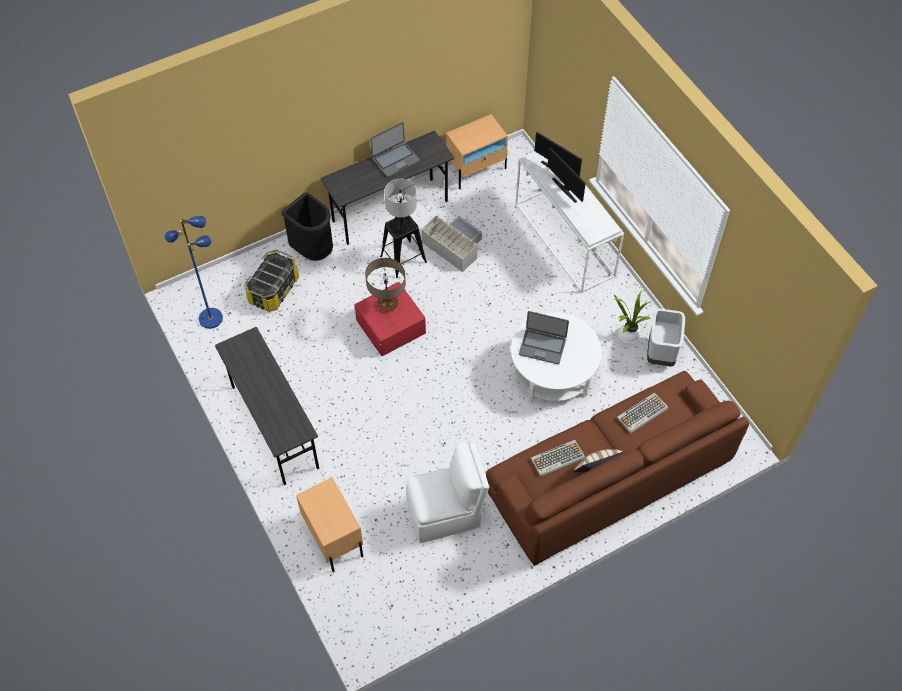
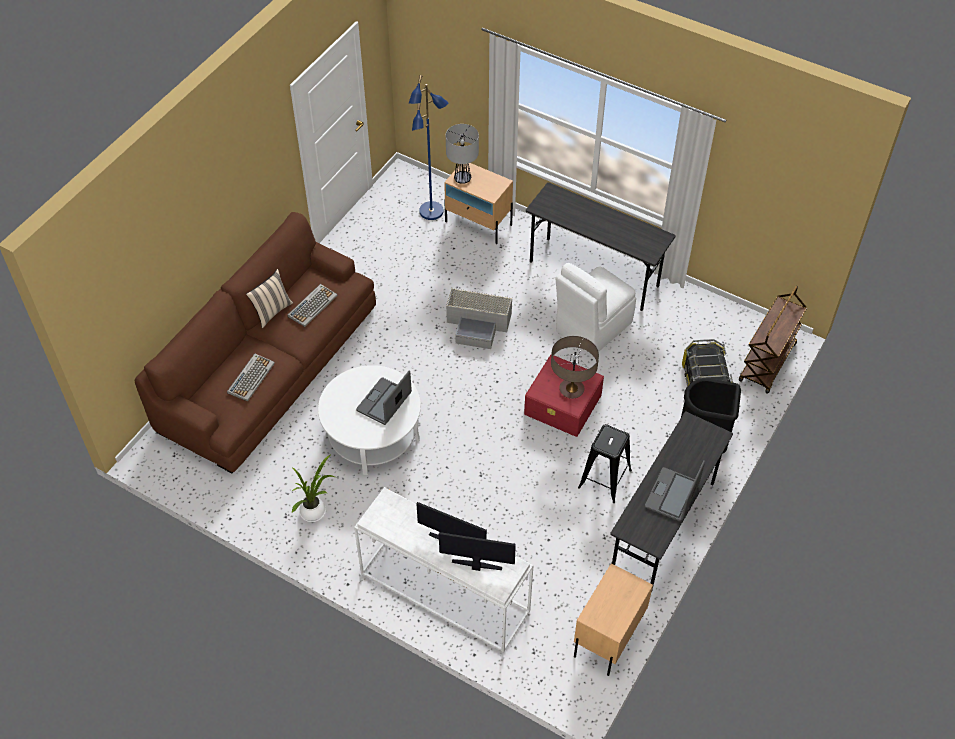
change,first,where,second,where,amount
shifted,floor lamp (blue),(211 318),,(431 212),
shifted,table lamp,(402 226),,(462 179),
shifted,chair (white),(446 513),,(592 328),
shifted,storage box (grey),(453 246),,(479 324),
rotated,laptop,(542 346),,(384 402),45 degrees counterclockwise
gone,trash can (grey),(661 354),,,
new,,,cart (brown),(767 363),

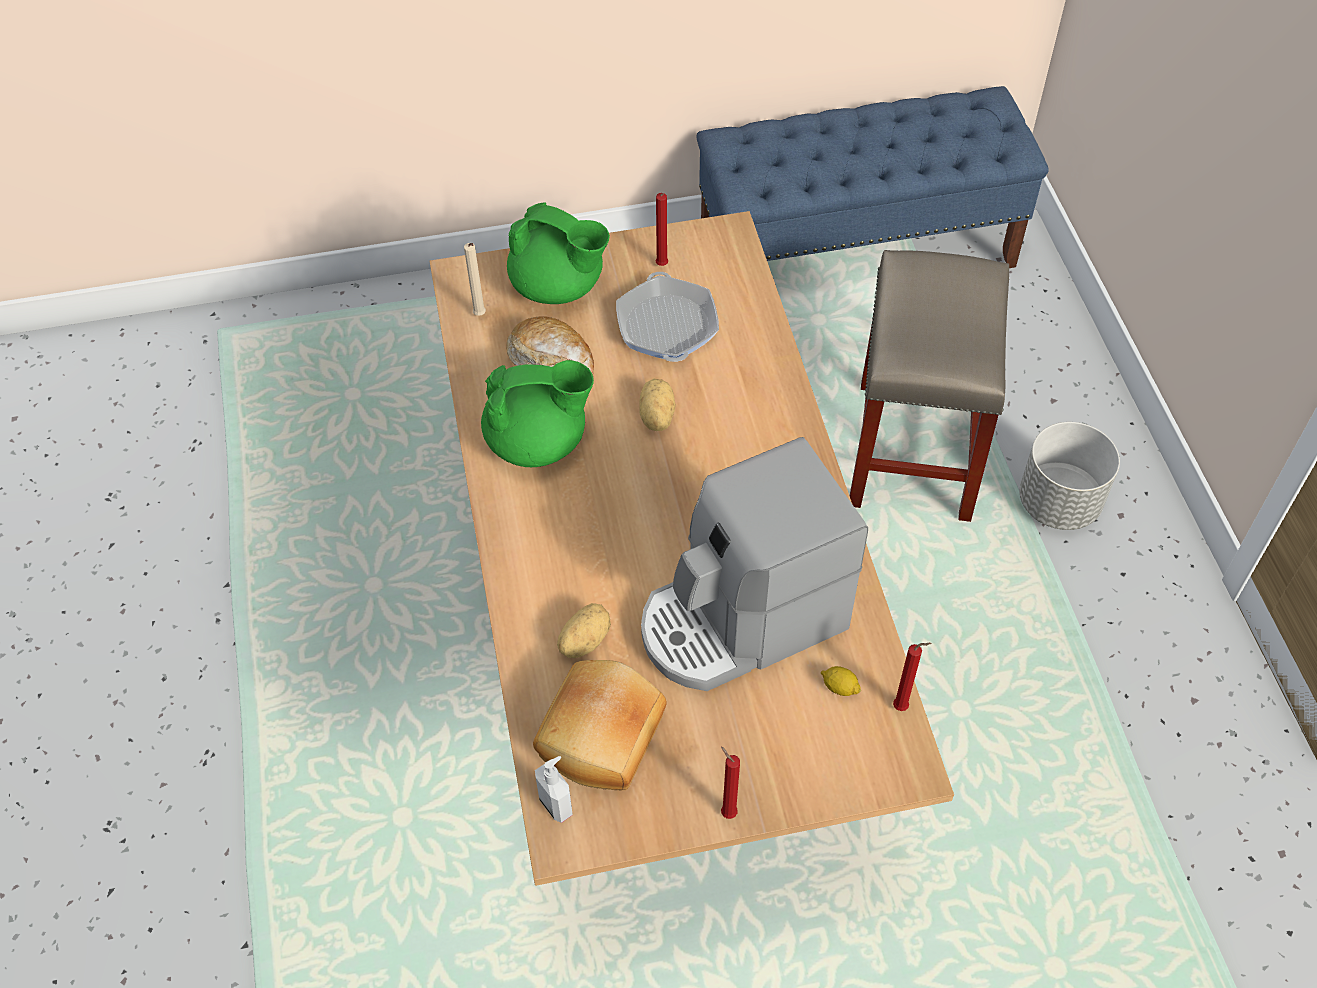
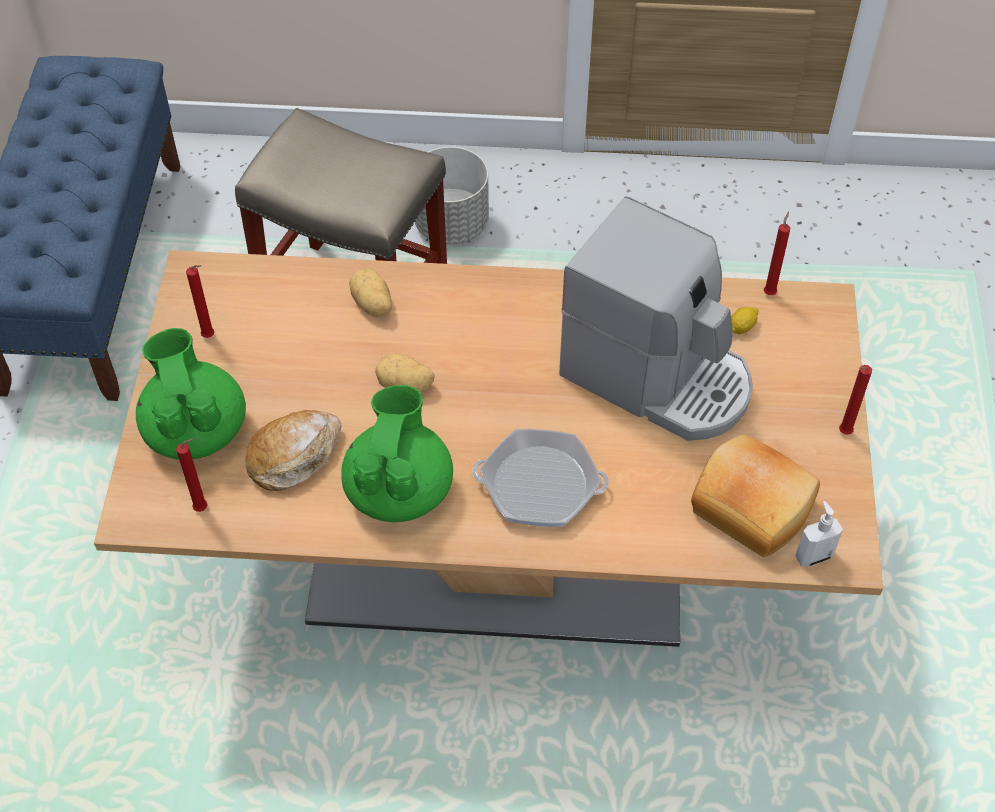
change,first,where,second,where,amount
repainted,candle (beige),(480 316),candle (red),(203 508),
rotated,teapot (green),(559 287),,(195 429),60 degrees counterclockwise
shifted,potato,(583 640),,(371 305),
shifted,frying pan,(667 326),,(540 485),
rotated,coffee machine,(741 621),,(658 377),45 degrees counterclockwise

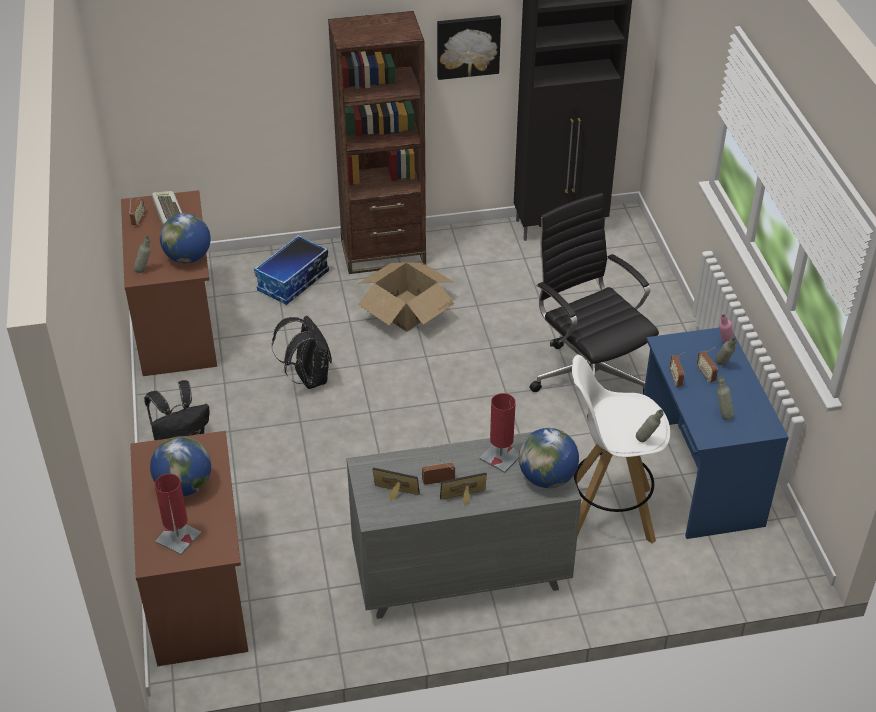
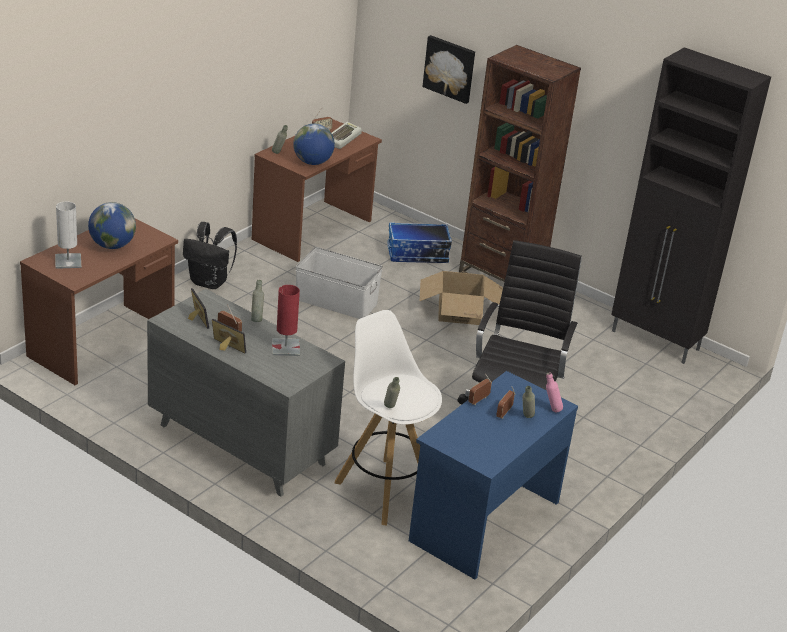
change,first,where,second,where,amount
repainted,table lamp (red),(178 537),table lamp (white),(68 261),
swapped,backpack (black),(308 378),storage box (white),(336 301),
shifted,picture,(468 46),,(450 68),
gone,globe,(547 478),,,
shifted,bottle (grey),(722 415),,(257 319),

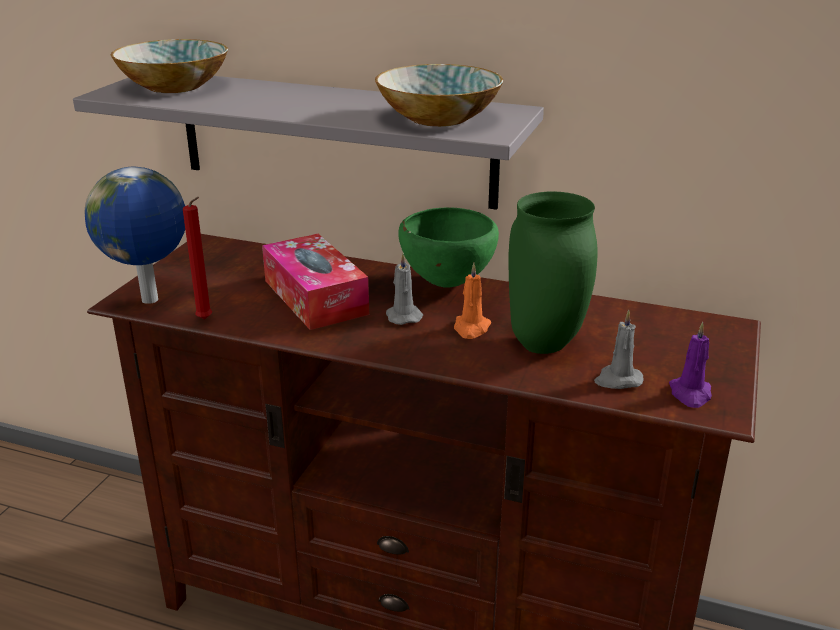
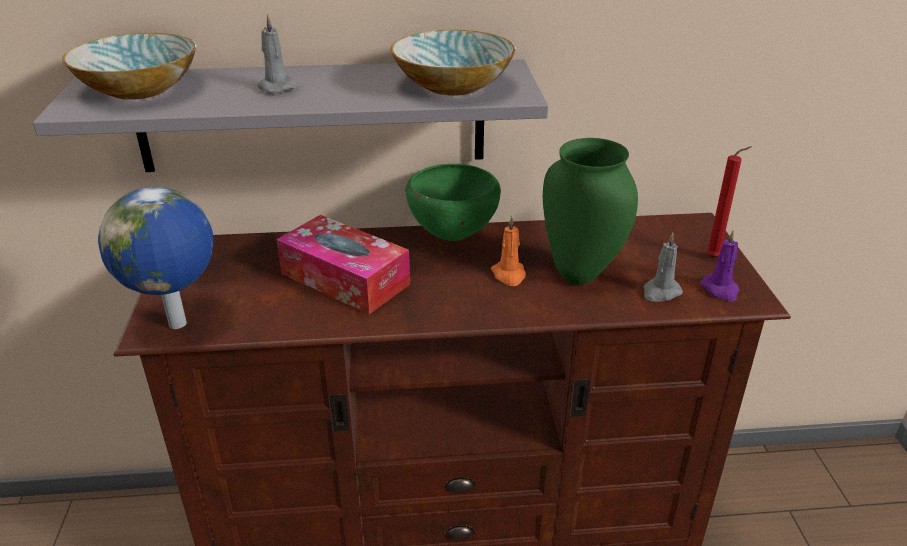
change,first,where,second,where,amount
shifted,candle (red),(206 320),,(715 258),
shifted,candle (grey),(403 316),,(276 87),

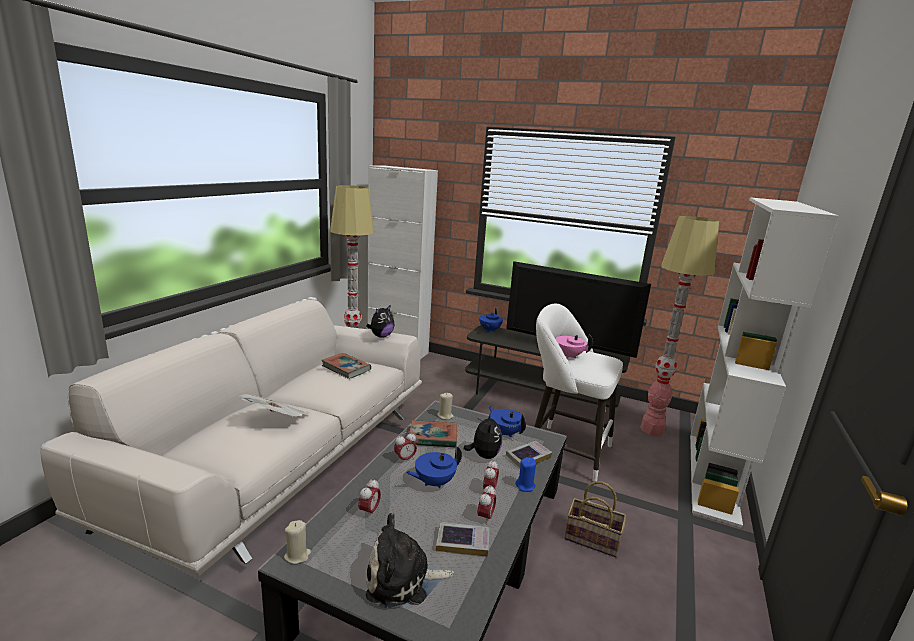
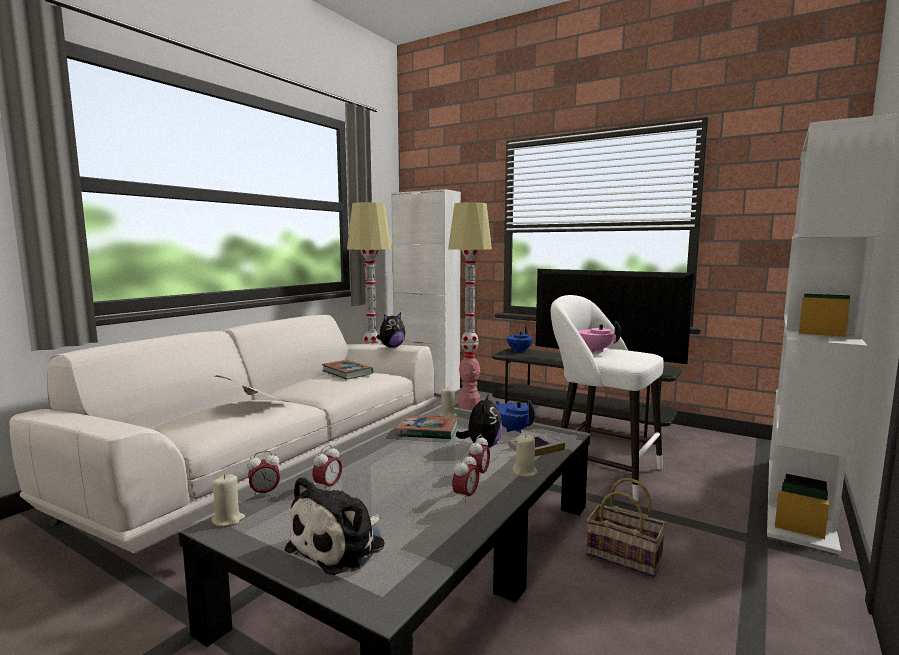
change,first,where,second,where,amount
rotated,plush toy,(403 579),,(341 546),60 degrees counterclockwise
shifted,alarm clock,(405 459),,(265 493),
gone,teapot (blue),(434 482),,,
gone,book,(463 542),,,
repainted,candle (blue),(525 486),candle (beige),(525 472),
shifted,floor lamp,(652 429),,(469 406),

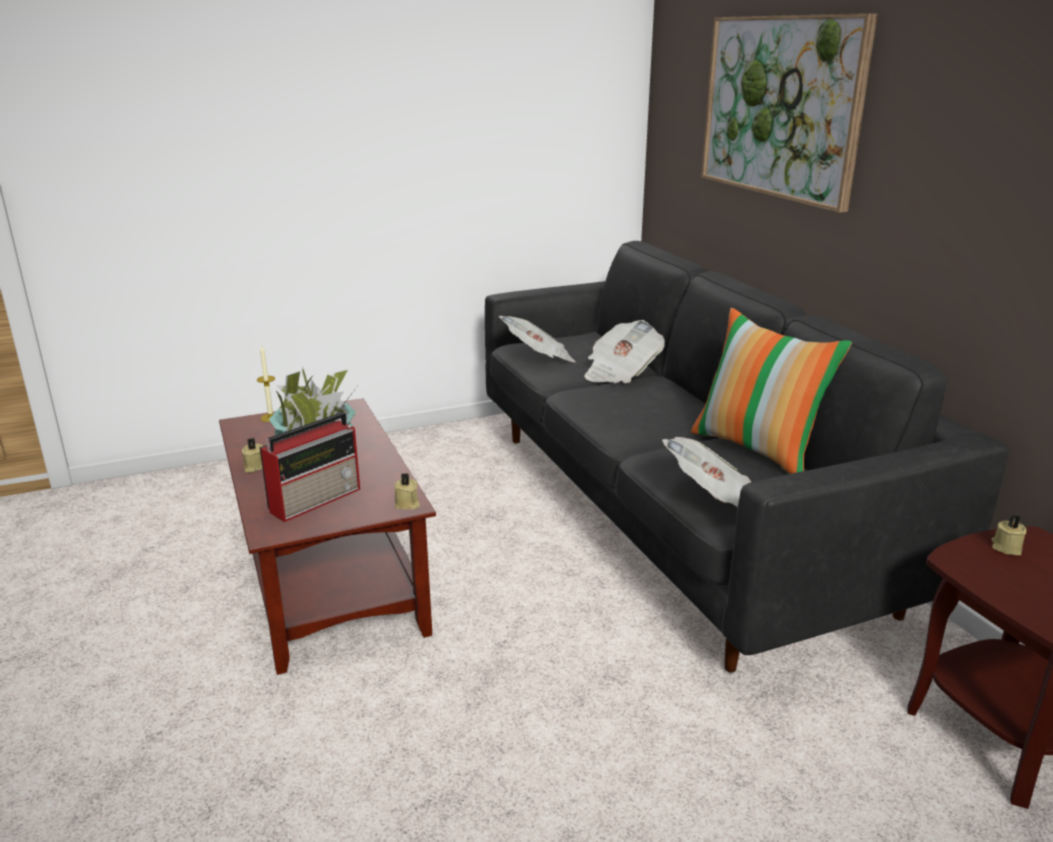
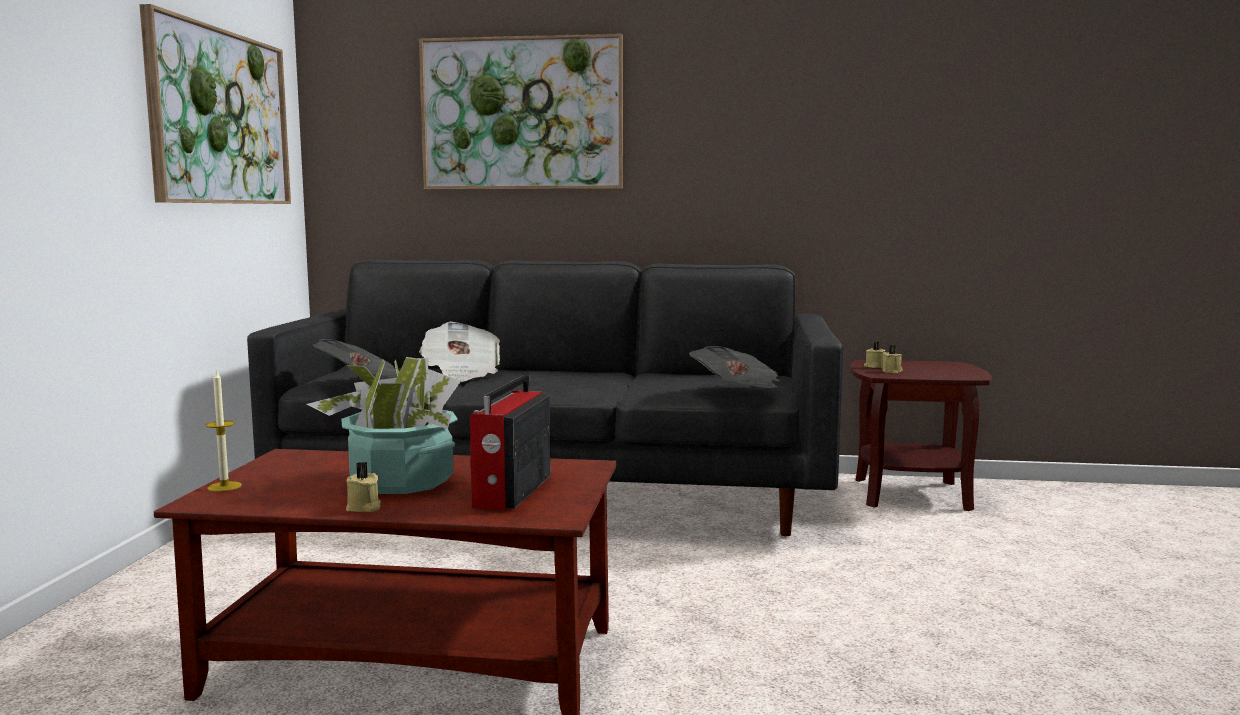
change,first,where,second,where,amount
rotated,radio,(317 499),,(511 492),150 degrees counterclockwise
shifted,candle (beige),(407 504),,(892 371),
gone,pillow,(757 449),,,
new,,,picture,(220 117),

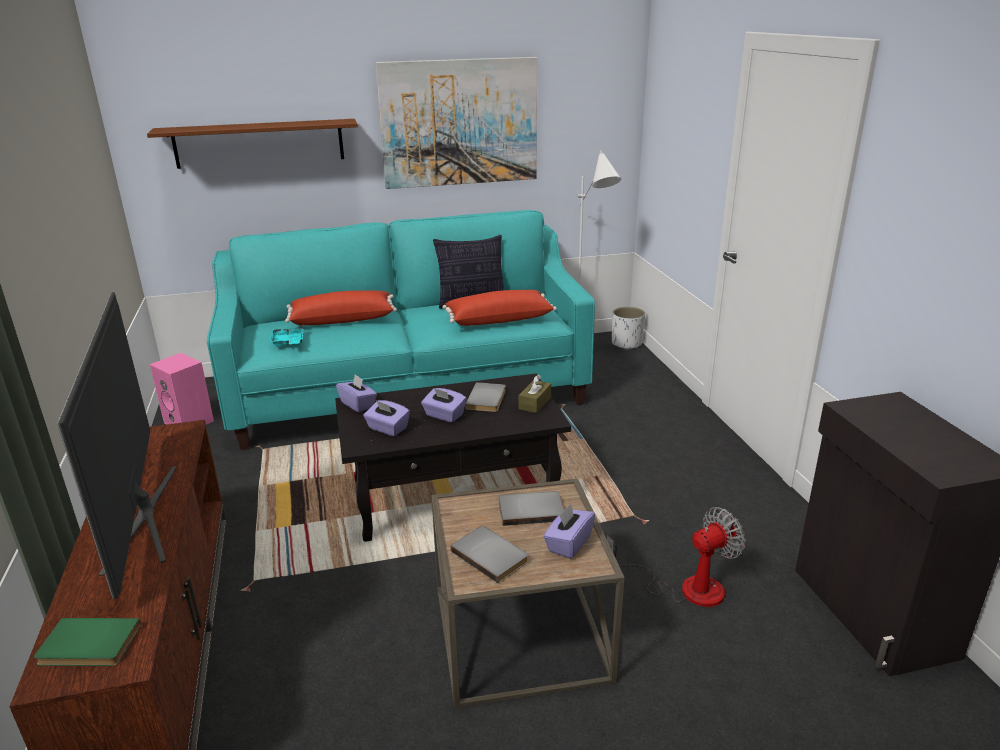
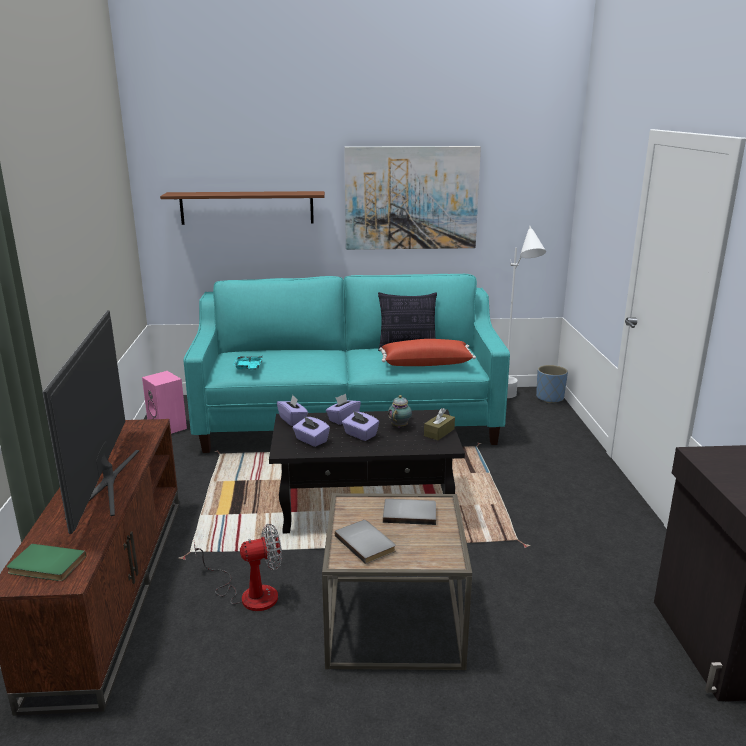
change,first,where,second,where,amount
gone,pillow (red),(342 320),,,
swapped,book (grey),(488 399),teapot,(400 426),
shifted,tissue box (purple),(568 544),,(343 419),
shifted,fan,(686 587),,(249 593),
repainted,planter (white),(626 343),planter (blue),(549 398),

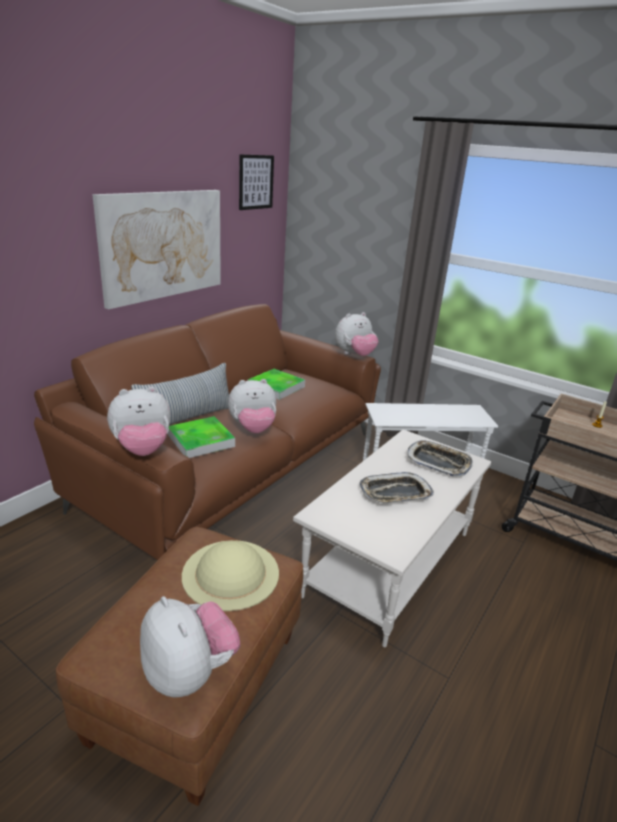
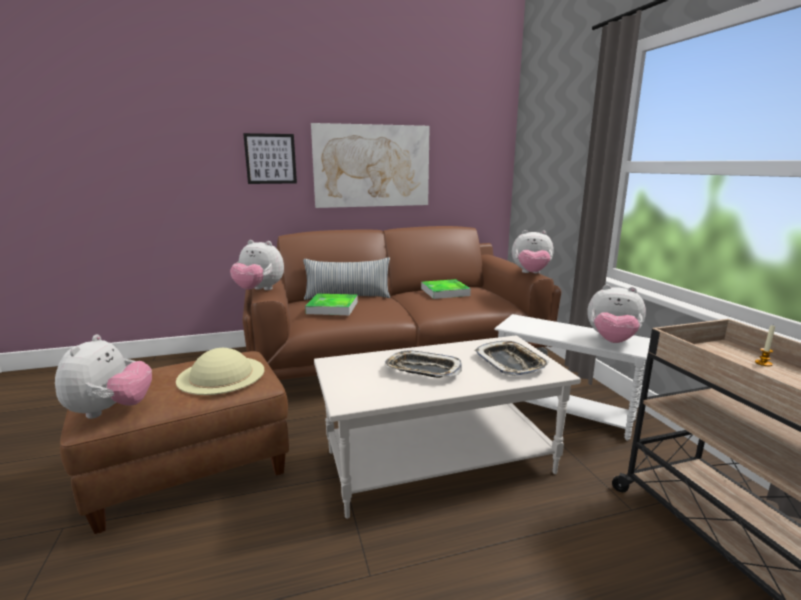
change,first,where,second,where,amount
shifted,plush toy,(253 429),,(612 341),
shifted,picture,(256 182),,(270 159),

